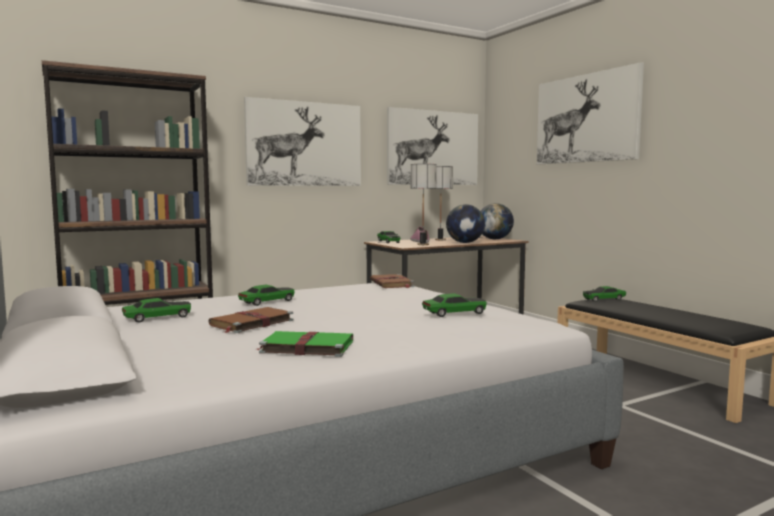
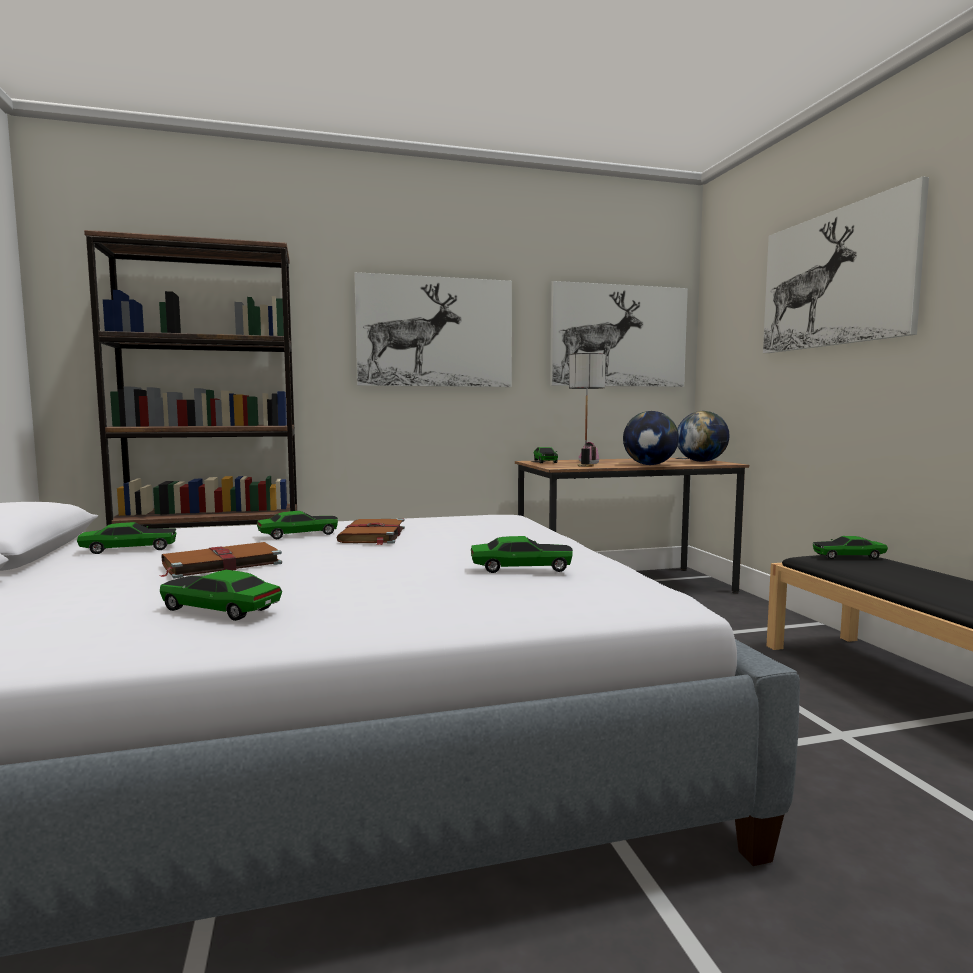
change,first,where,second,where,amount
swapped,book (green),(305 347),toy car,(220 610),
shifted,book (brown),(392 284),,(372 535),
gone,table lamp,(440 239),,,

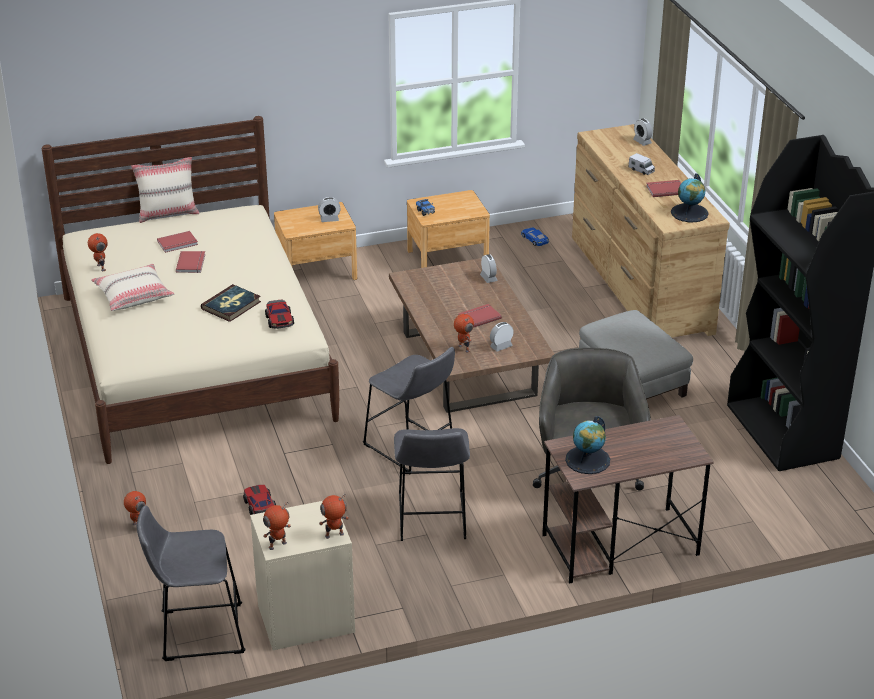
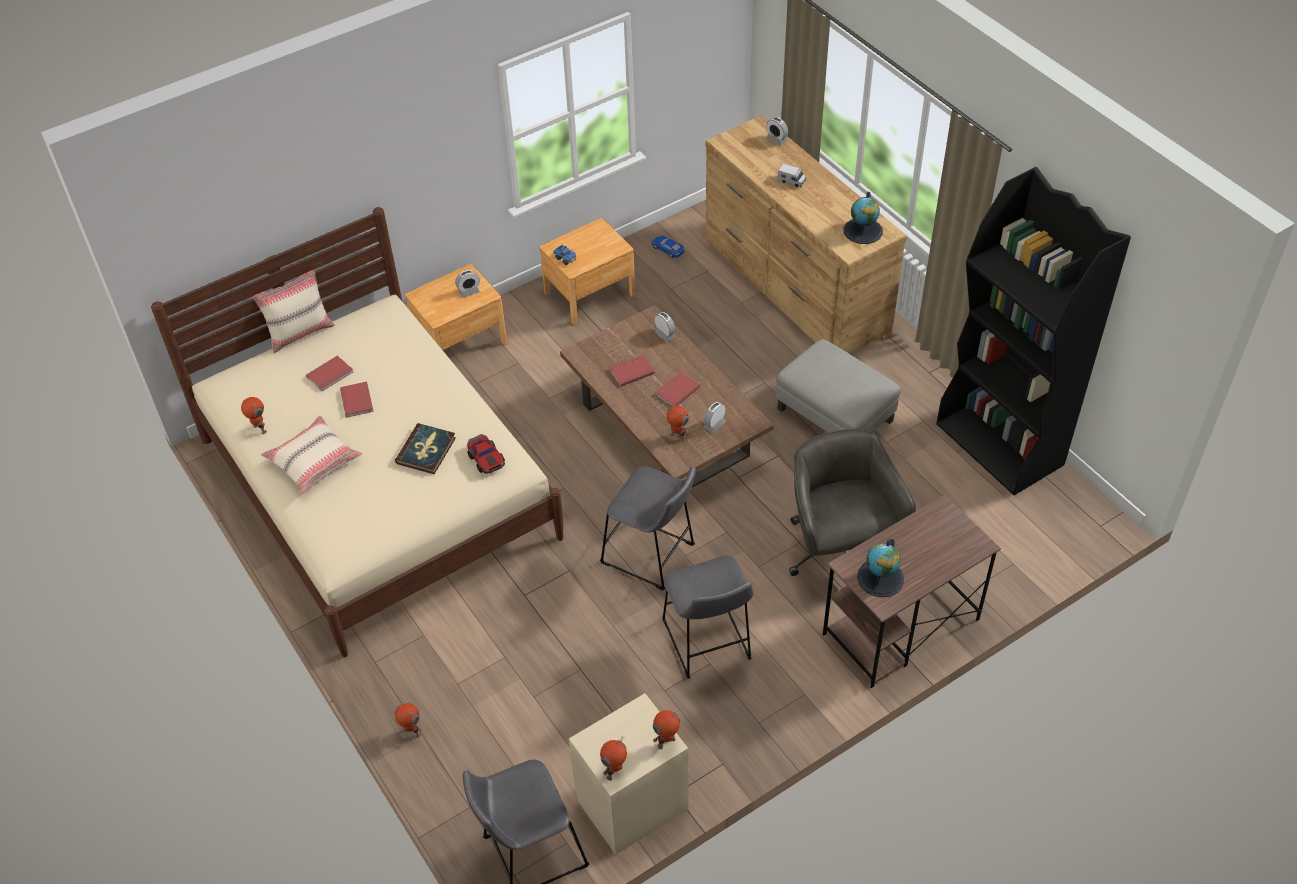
change,first,where,second,where,amount
gone,toy car,(259 506),,,
shifted,book (red),(665 189),,(631 371),

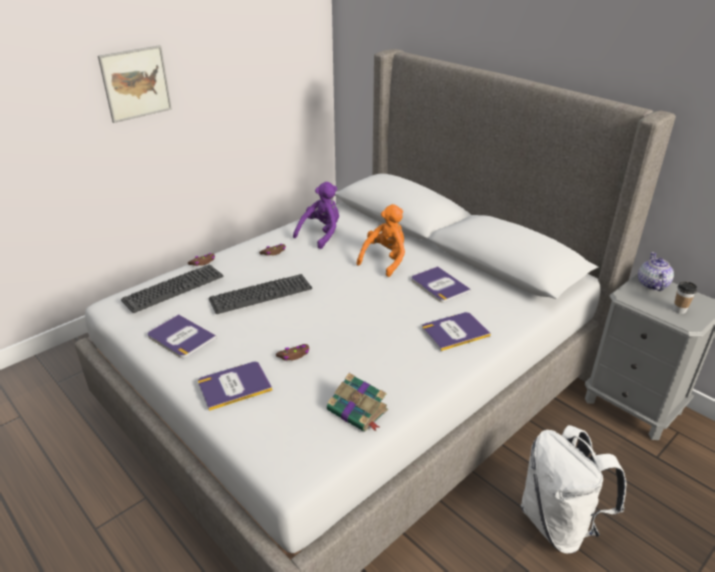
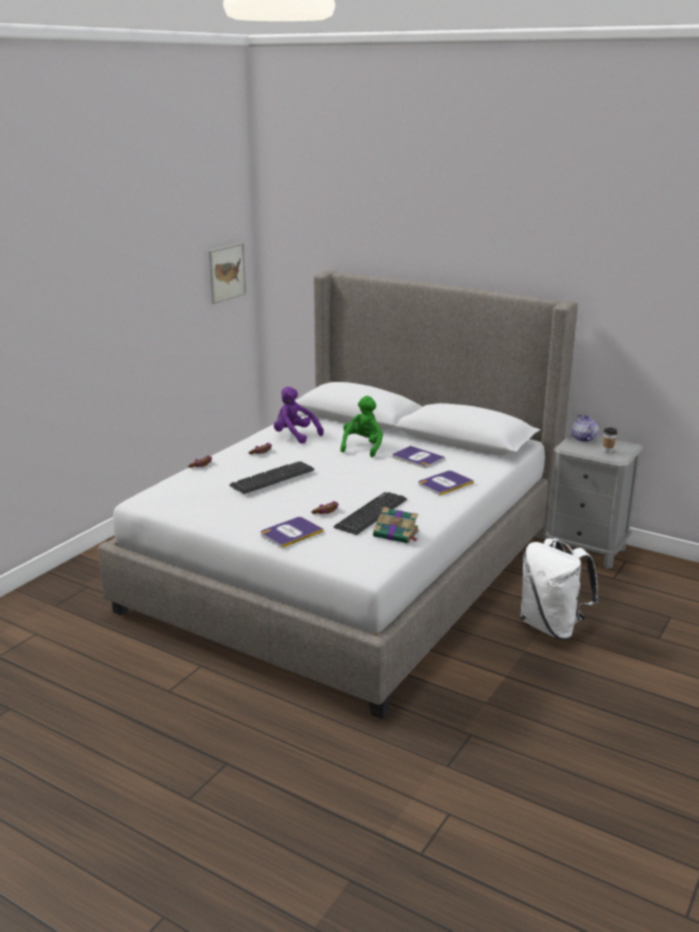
change,first,where,second,where,amount
shifted,picture,(136 83),,(226 272),
shifted,keyboard,(173 288),,(371 513),
gone,book,(181 337),,,
rotated,plush toy (purple),(321 234),,(295 436),75 degrees counterclockwise
repainted,plush toy (orange),(385 260),plush toy (green),(363 447),

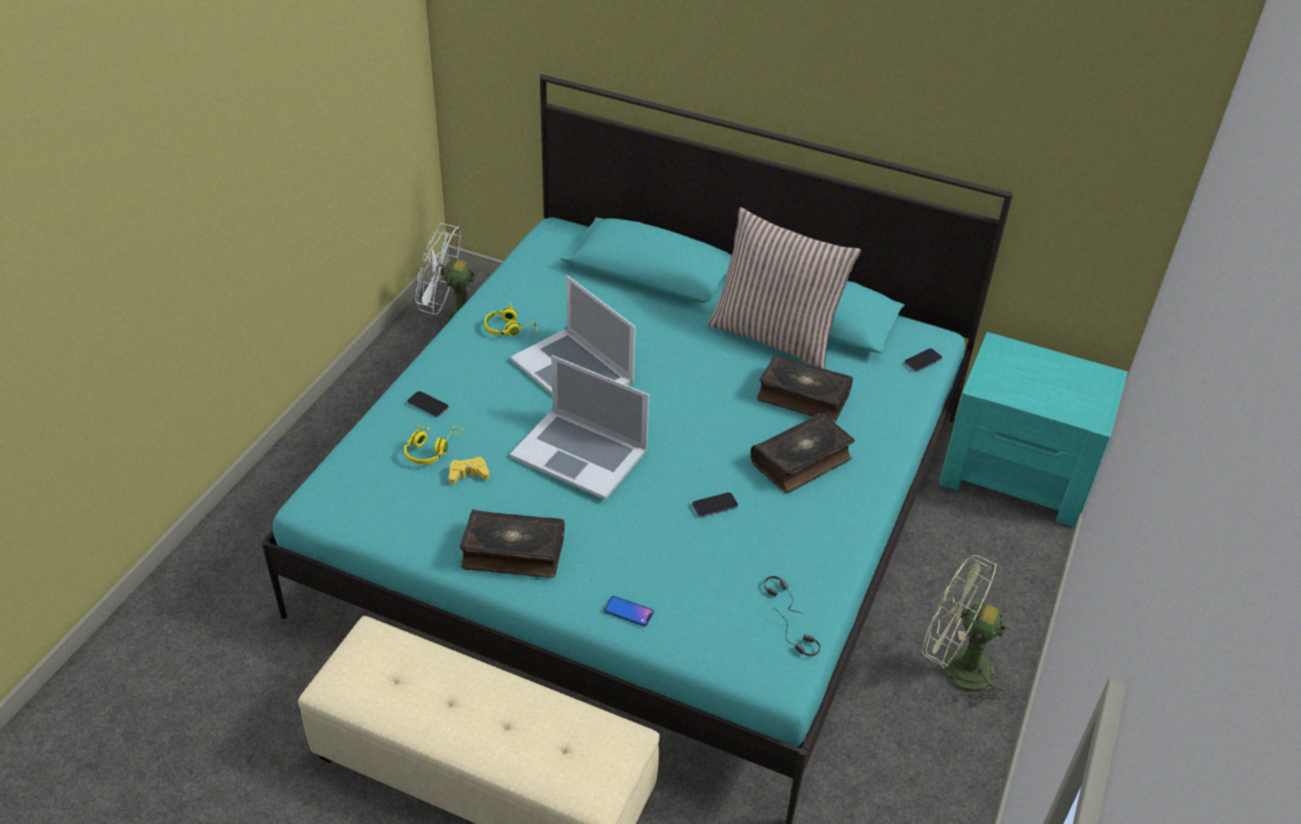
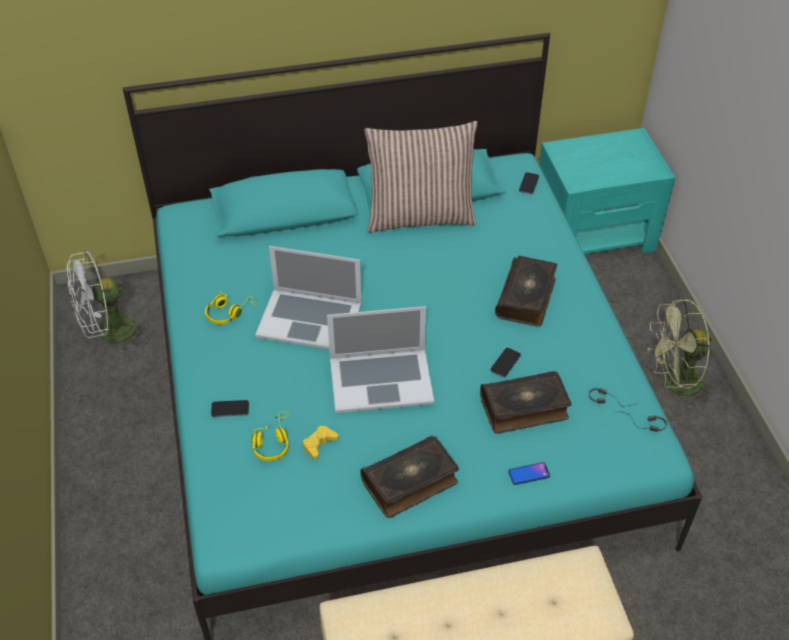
change,first,where,second,where,amount
shifted,book,(803 397),,(524 408),

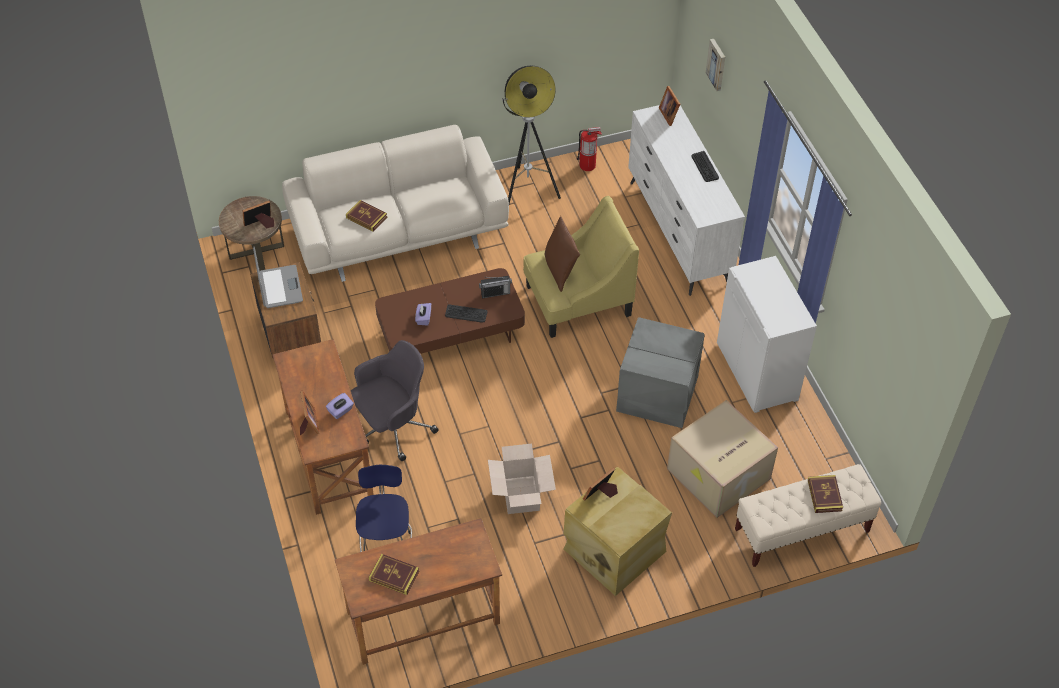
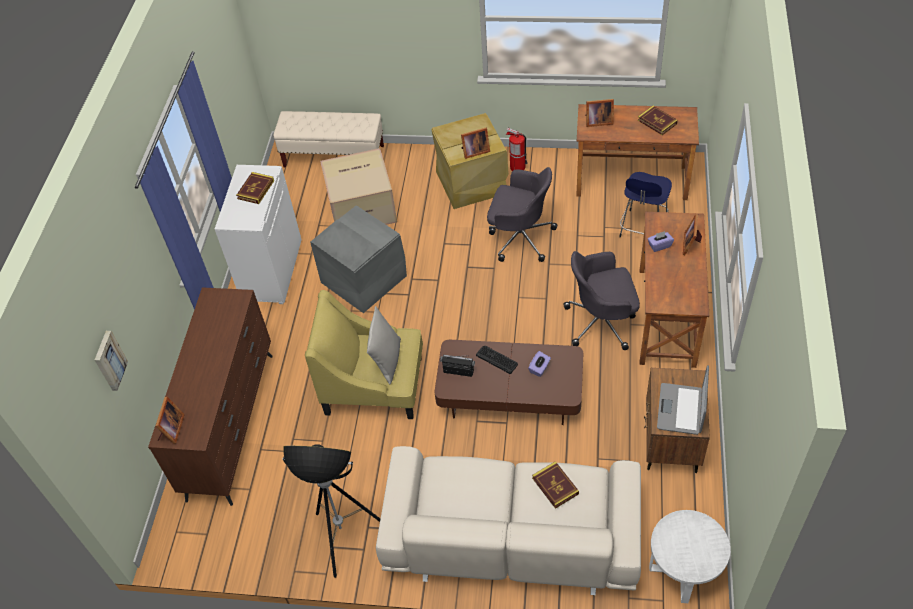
change,first,where,second,where,amount
repainted,side table (brown),(256 251),side table (white),(683 570),
shifted,picture frame,(260 224),,(597 121),
swapped,cardboard box,(520 495),office chair (grey),(520 237),
repainted,pillow (brown),(560 270),pillow (grey),(387 360),
shifted,fire extinguisher,(587 165),,(517 167),
repainted,dresser (white),(678 233),dresser (brown),(232 424),
gone,keyboard,(704 167),,,
shifted,book,(824 495),,(256 189),

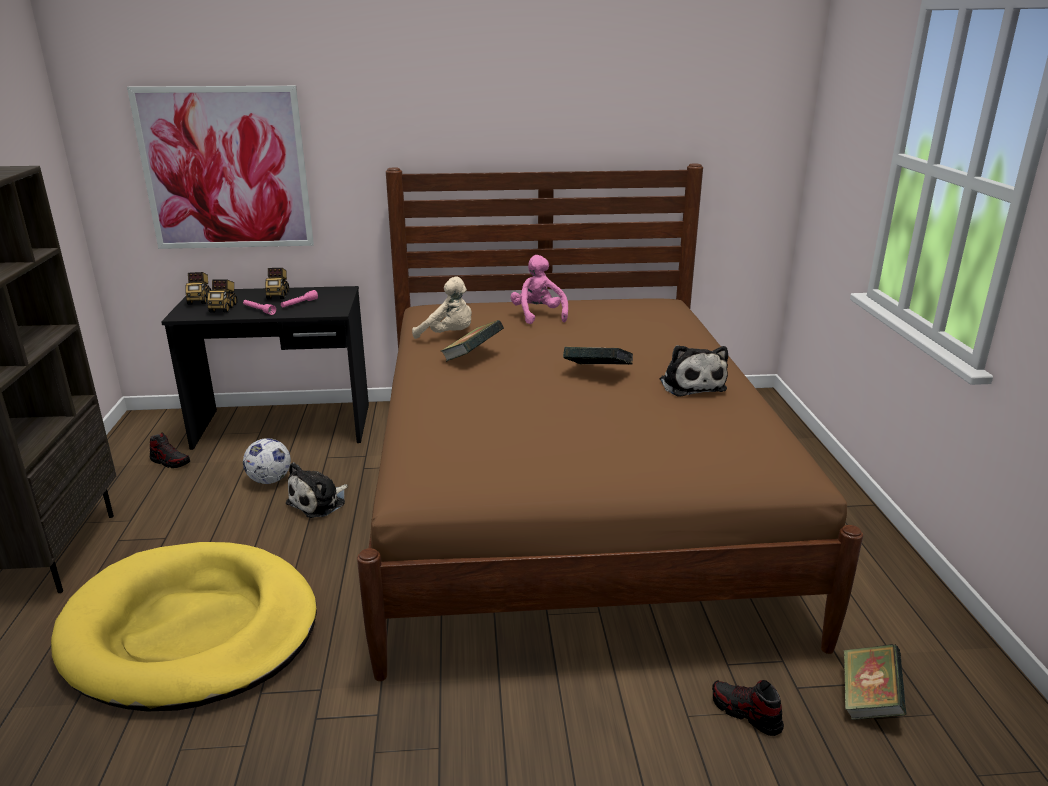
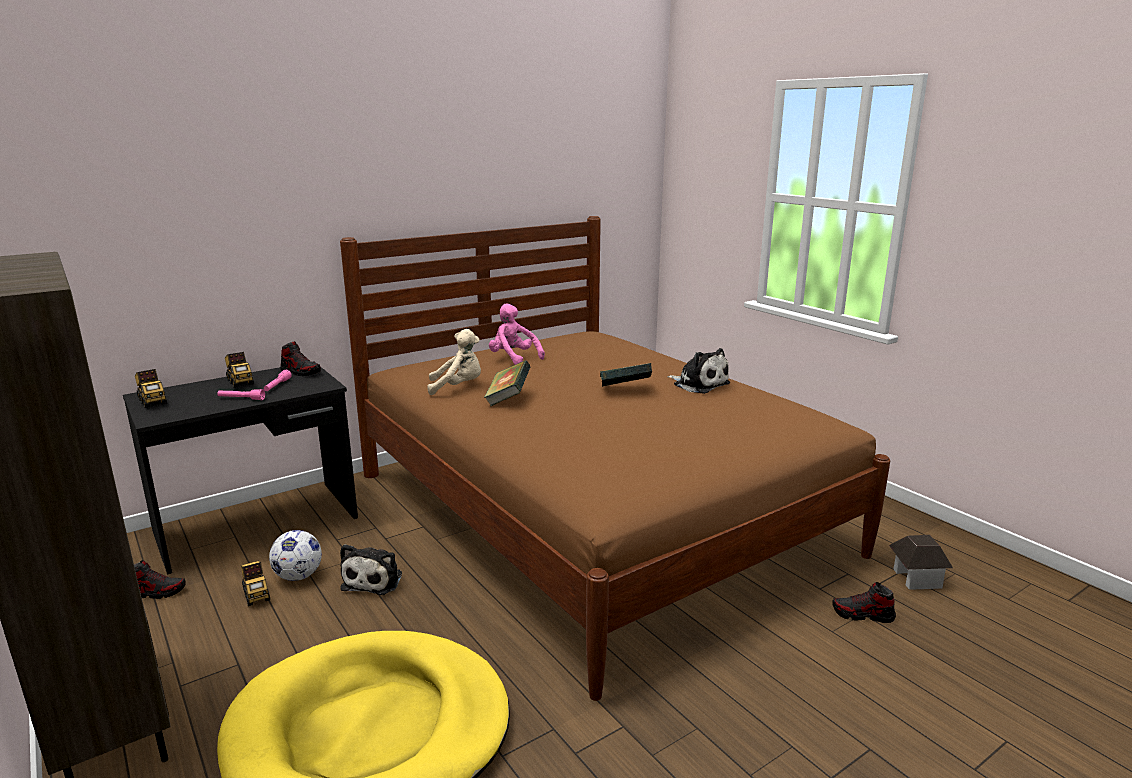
change,first,where,second,where,amount
gone,picture,(225 169),,,
shifted,toy truck,(224 308),,(256 594),
swapped,book,(868 700),toy house,(916 578),
new,,,shoe,(301 372),

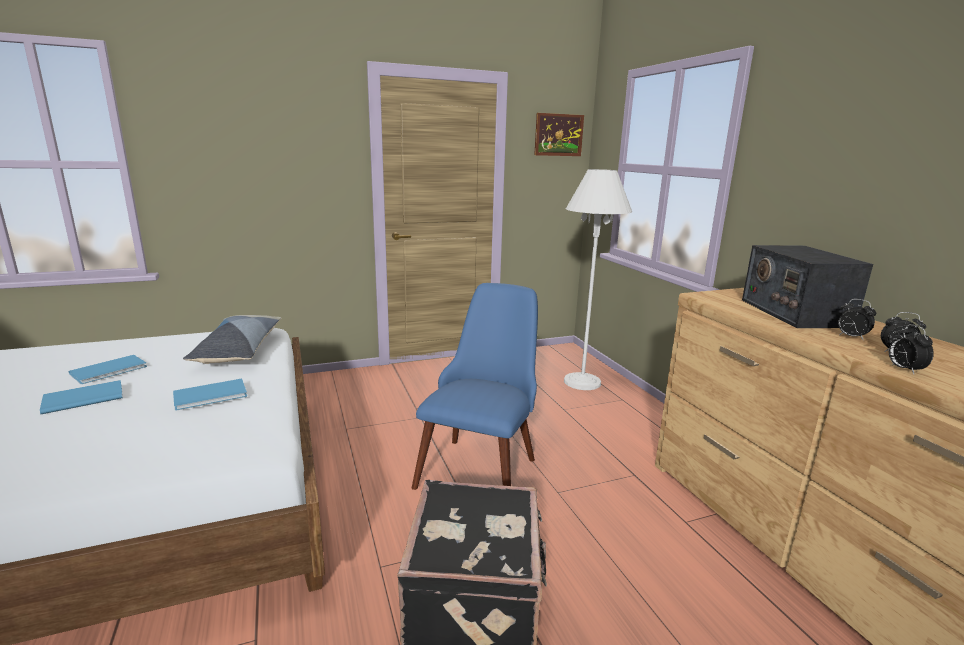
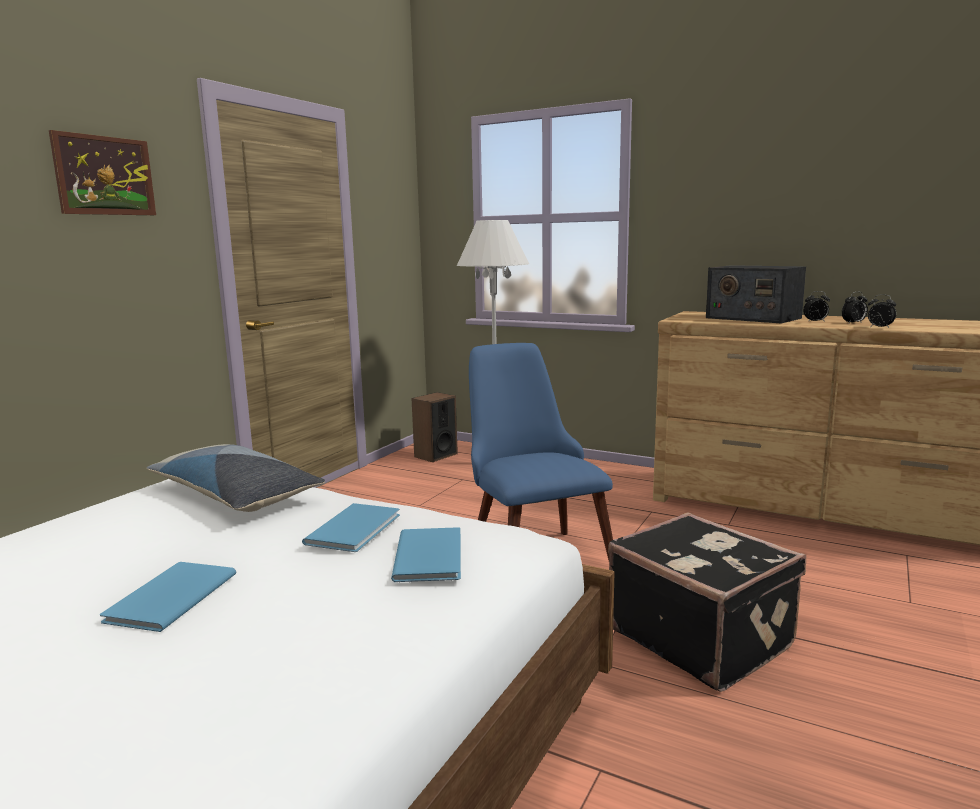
change,first,where,second,where,amount
shifted,book (blue),(111 370),,(431 555),
shifted,picture,(558 135),,(104 176),
new,,,speaker,(435 455),

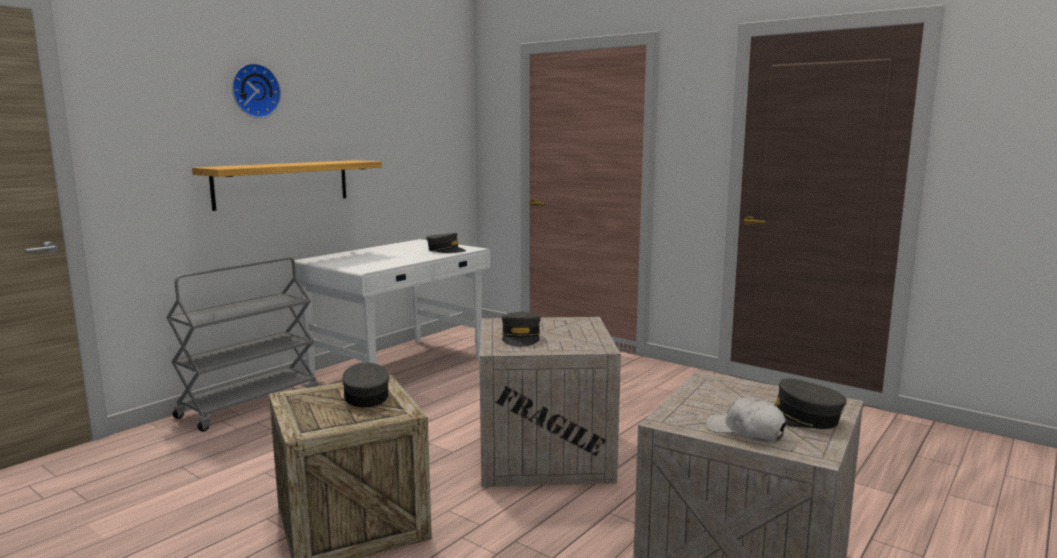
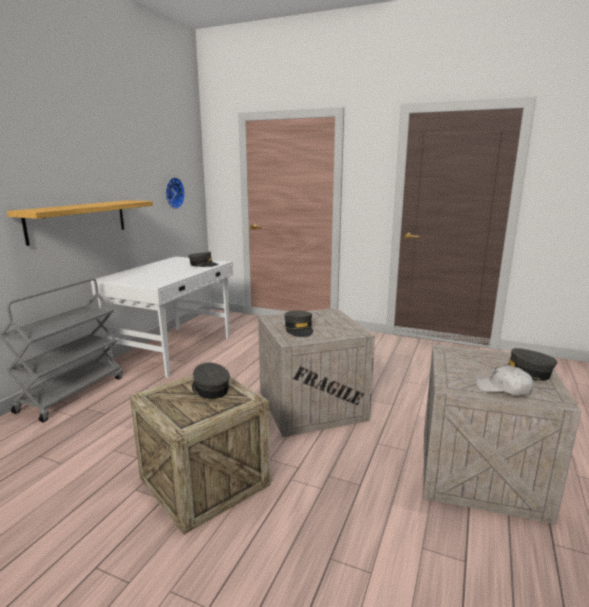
change,first,where,second,where,amount
shifted,wall clock,(254 91),,(173 193),

